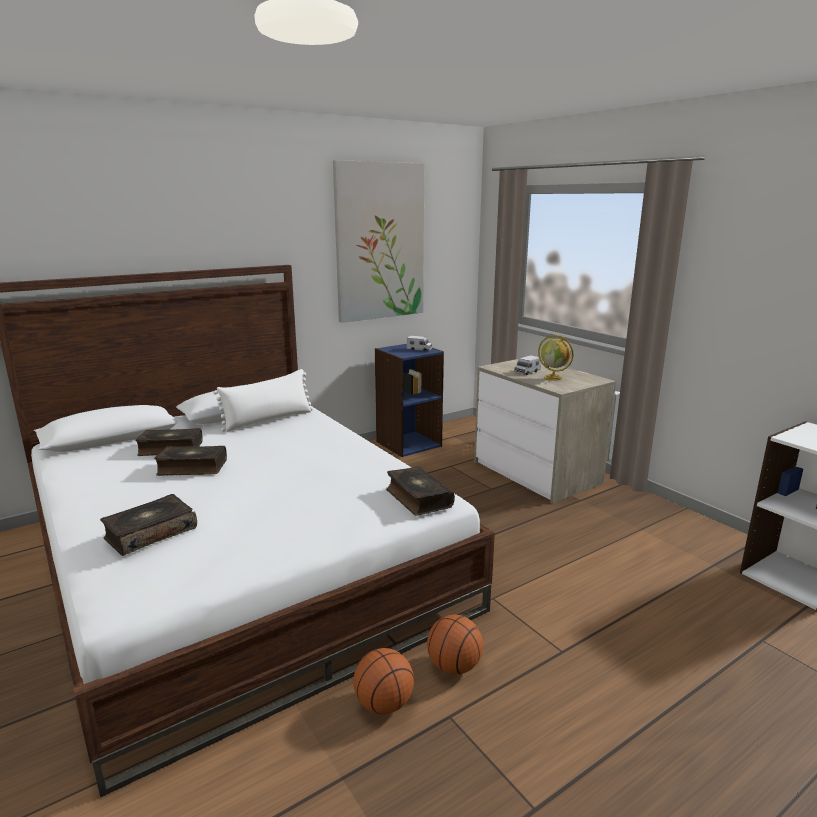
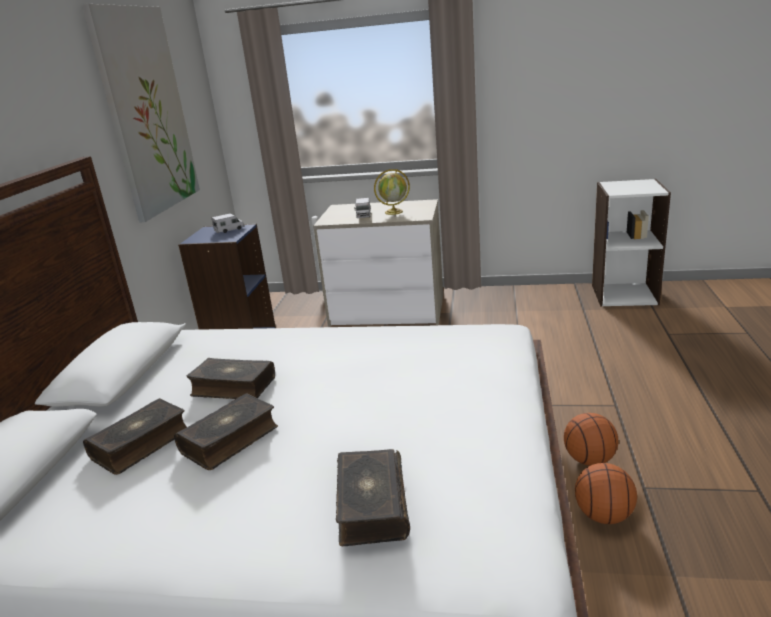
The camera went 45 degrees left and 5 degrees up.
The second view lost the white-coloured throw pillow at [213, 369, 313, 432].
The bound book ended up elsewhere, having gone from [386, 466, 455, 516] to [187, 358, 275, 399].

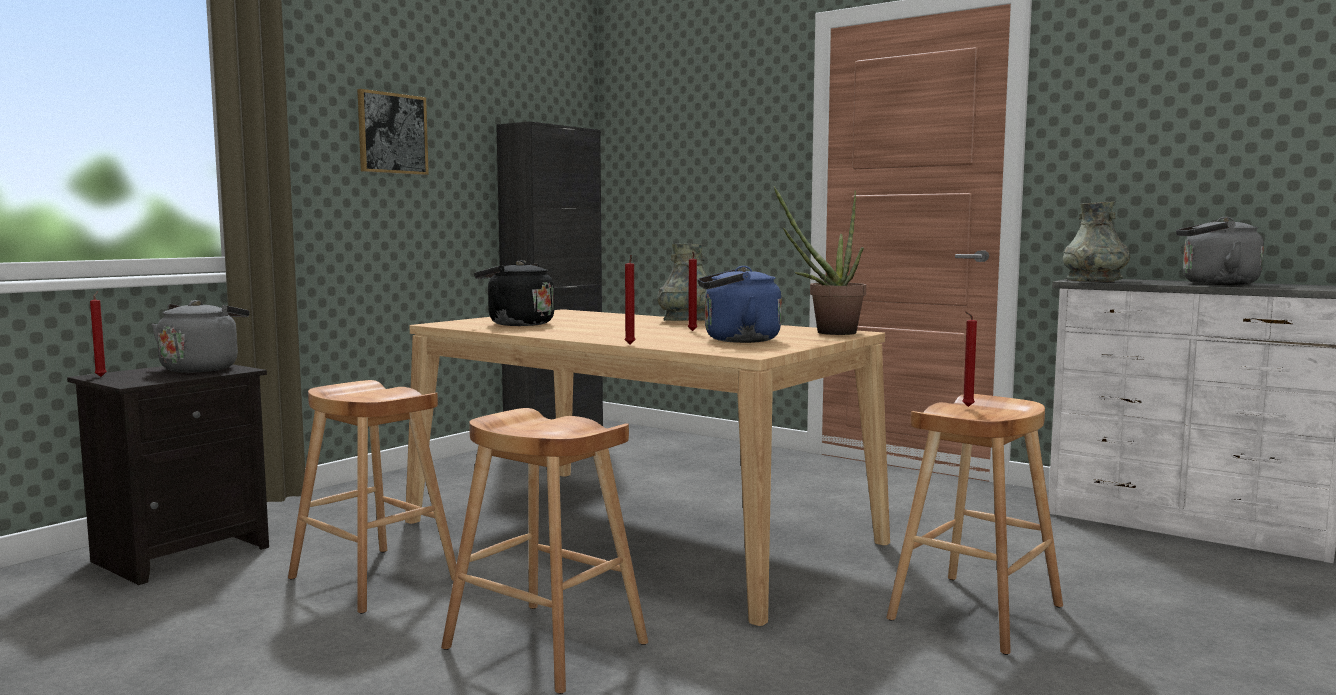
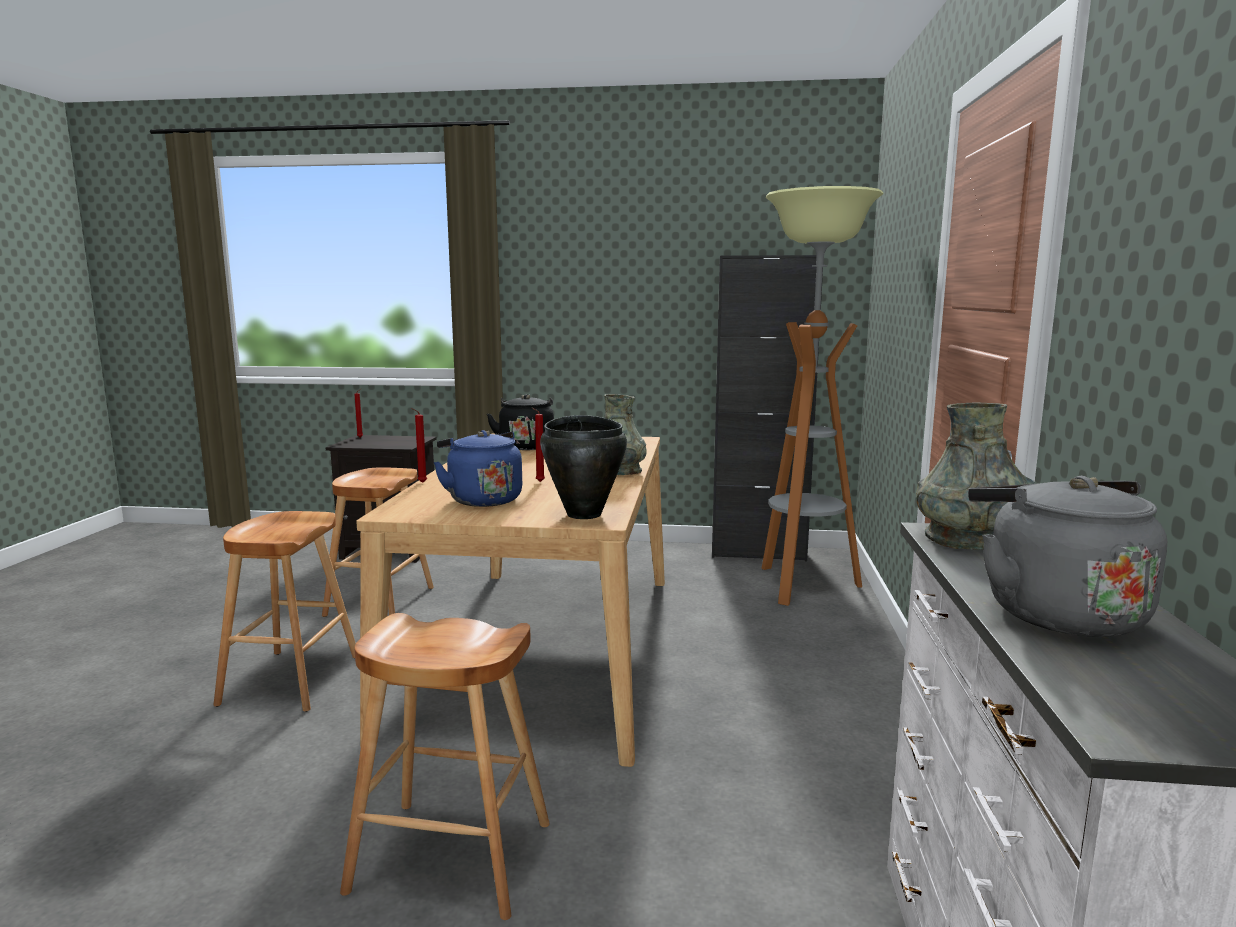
The camera went 60 degrees right and 5 degrees up.
The second view lost the gray kettle at [152, 300, 250, 373].
The second view lost the wall art at [357, 89, 429, 175].
Where the houseplant stood at [773, 186, 866, 335], the black saucepot came to stand at [540, 415, 627, 519].
The second view lost the reddish candle at [962, 311, 977, 407].
The second view gained the standing lamp at [761, 186, 884, 606].

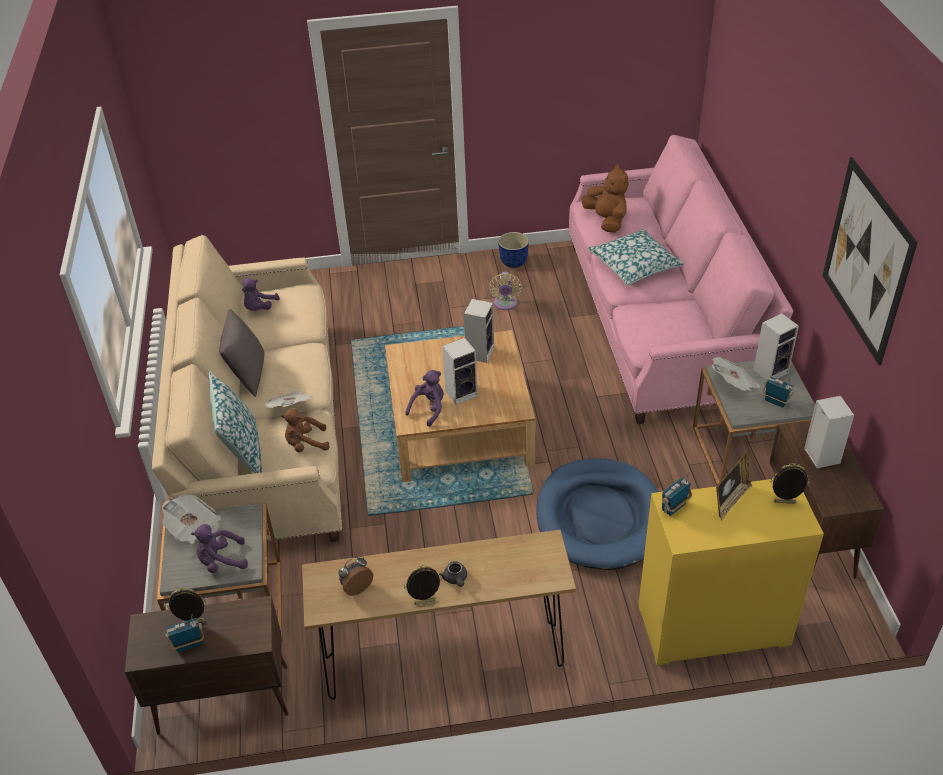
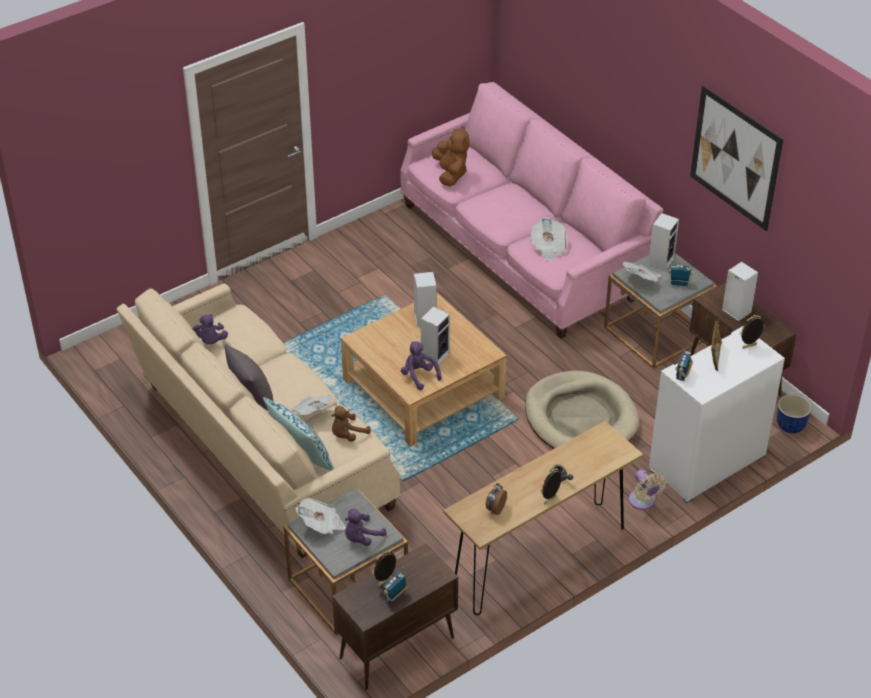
The camera went 30 degrees left and 0 degrees up.
The purple-coloured plush toy at [405, 370, 444, 427] ended up facing another way, 45 degrees counterclockwise from before.
The beige-coloured cooling fan ended up elsewhere, having gone from [489, 272, 522, 310] to [629, 470, 666, 510].
The plant pot ended up elsewhere, having gone from [498, 232, 529, 268] to [777, 394, 812, 434].
What was the bluish dog cushion at [536, 458, 659, 570] turned into the beige-coloured dog cushion at [525, 371, 639, 449].
The brown plush toy at [581, 164, 629, 233] ended up facing another way, 45 degrees clockwise from before.
The second view lost the throw pillow at [588, 229, 683, 285].
What was the yellow cupboard at [639, 477, 824, 666] turned into the white-coloured cupboard at [649, 326, 785, 503].
The second view gained the printed paper at [530, 217, 567, 261].

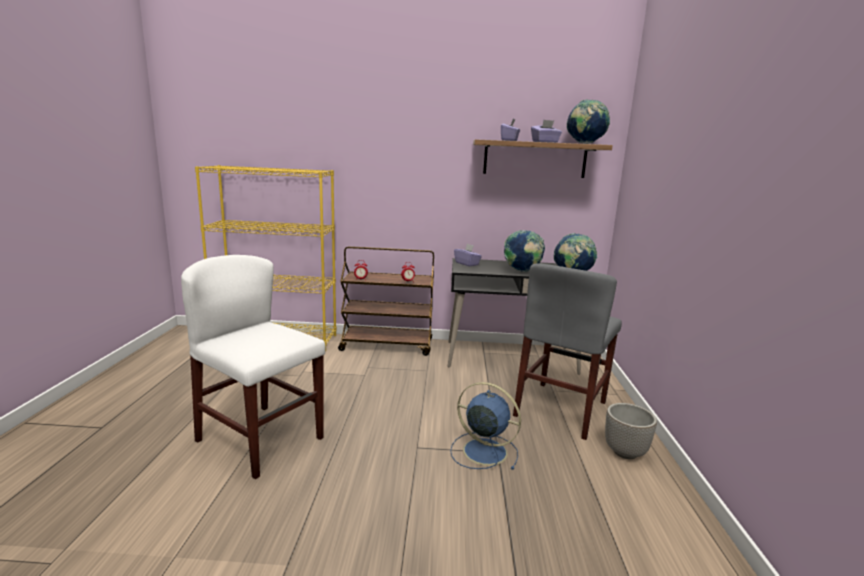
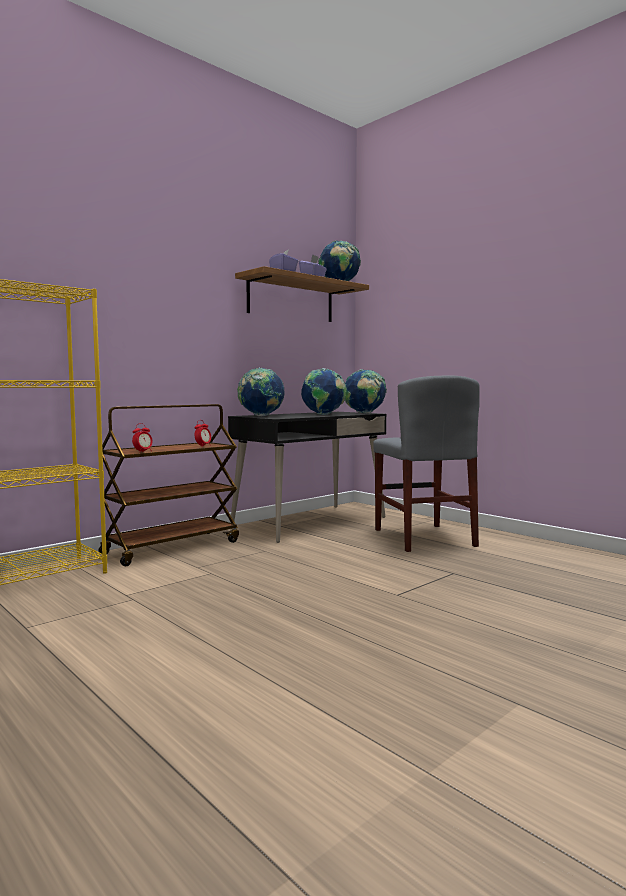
The camera went 45 degrees left and 10 degrees down.
The second view lost the white-coloured chair at [181, 255, 325, 479].
The second view lost the bluish cooling fan at [450, 382, 521, 470].
Where the purple-coloured tissue box stood at [454, 244, 482, 266], the world globe came to stand at [237, 368, 285, 416].
The second view lost the plant pot at [605, 403, 657, 459].

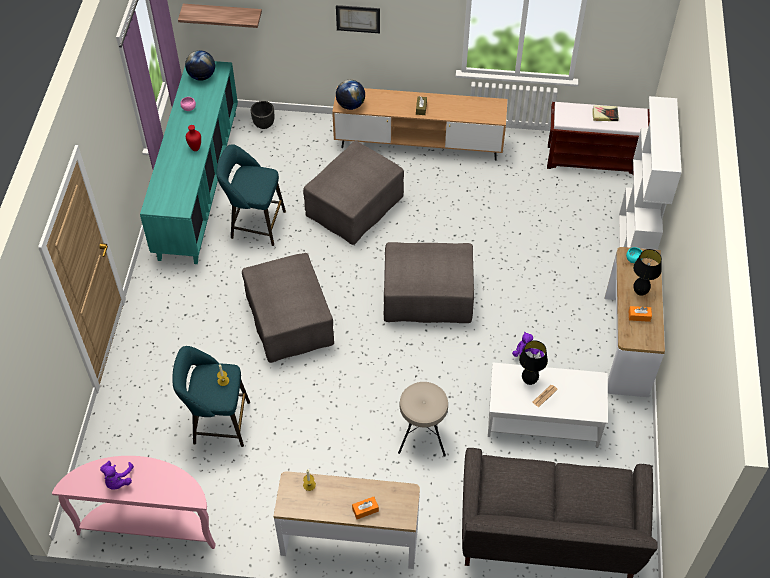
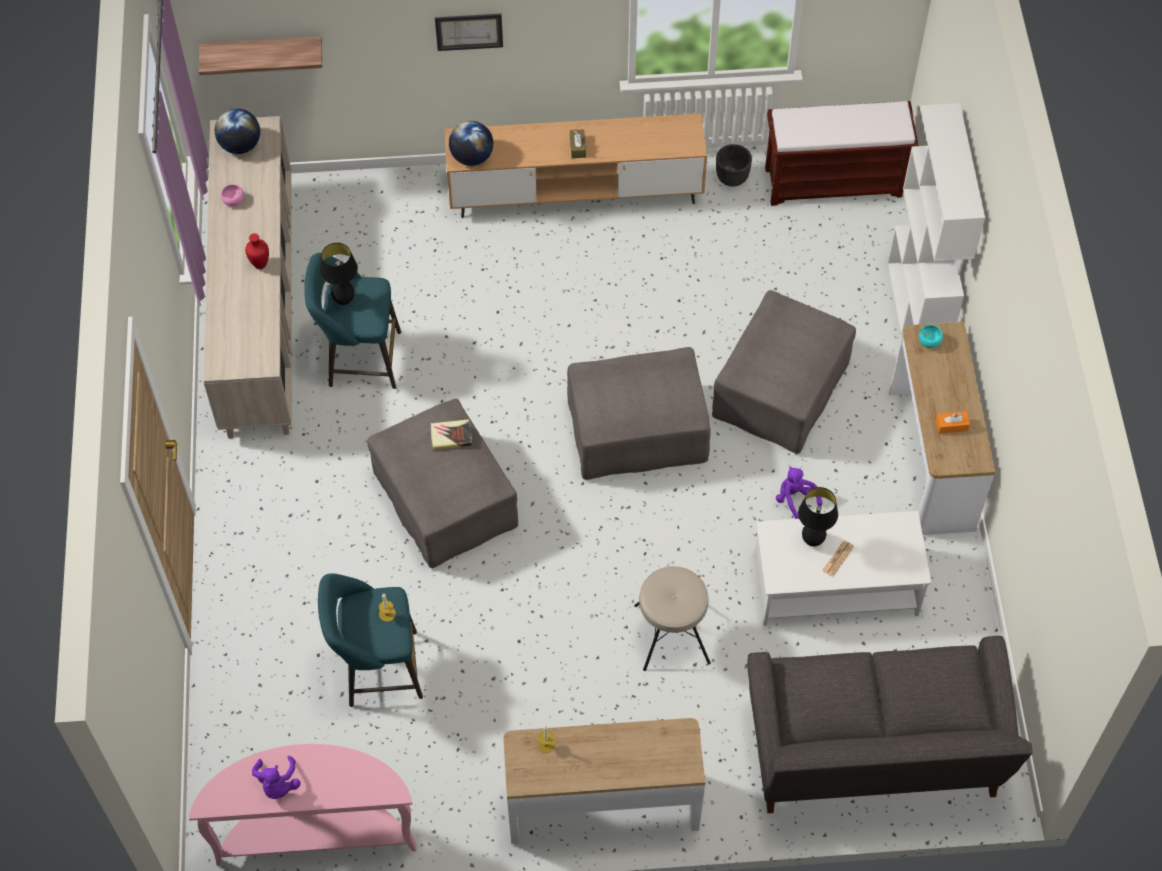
The camera went 10 degrees left and 5 degrees up.
What was the blue-green cupboard at [140, 61, 238, 264] turned into the beige-coloured cupboard at [204, 116, 292, 439].
The black plant pot ended up elsewhere, having gone from [251, 101, 274, 129] to [716, 144, 752, 187].
The gray footrest ended up elsewhere, having gone from [303, 141, 404, 245] to [712, 290, 856, 454].
The second view lost the orange tissue box at [352, 497, 379, 519].
The bound book ended up elsewhere, having gone from [593, 105, 619, 121] to [430, 419, 472, 451].
The black lamp for a table ended up elsewhere, having gone from [633, 249, 662, 296] to [320, 243, 358, 305].

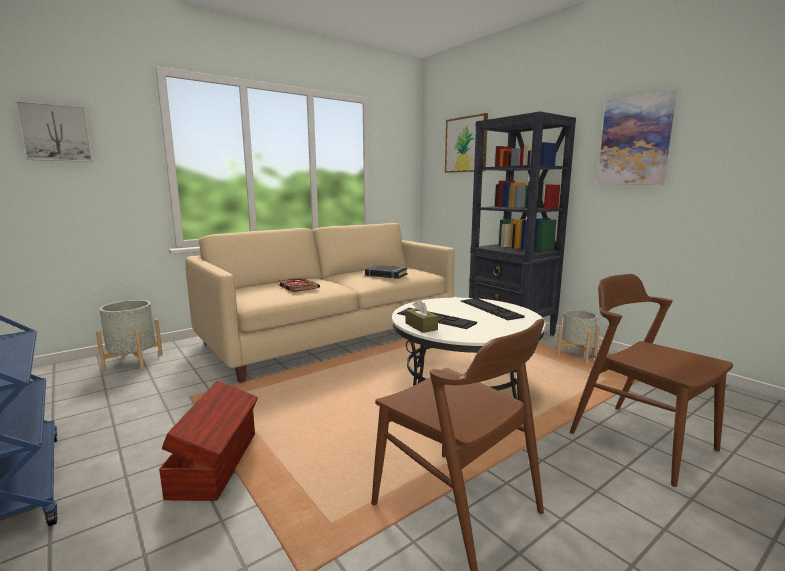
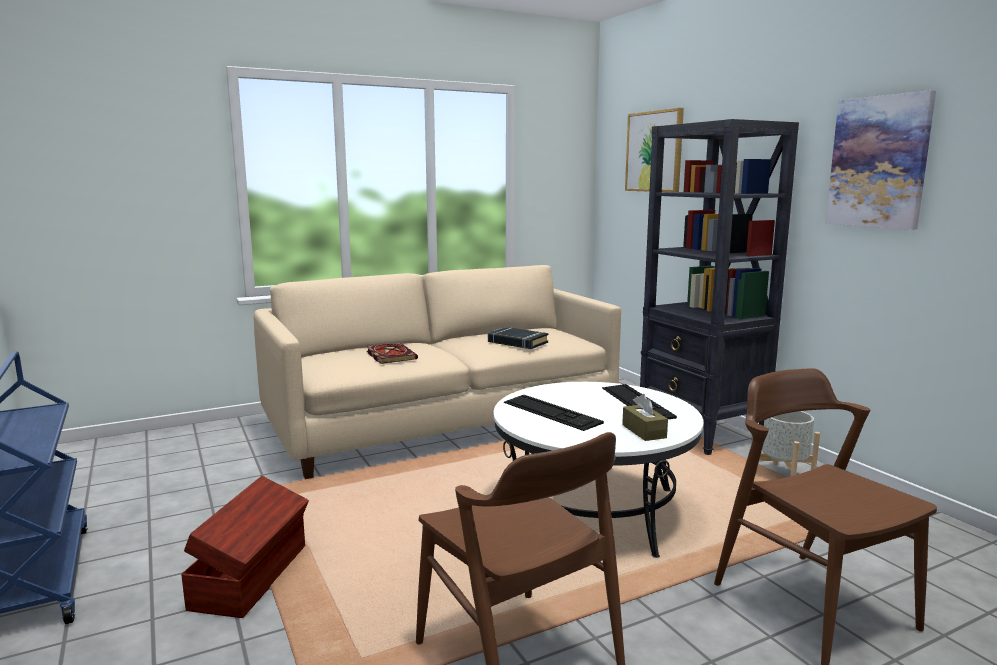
The camera went 10 degrees right and 0 degrees up.
The second view lost the wall art at [15, 101, 93, 162].
The second view lost the gray plant pot at [96, 300, 163, 371].
The brown tissue box ended up elsewhere, having gone from [406, 299, 438, 333] to [622, 394, 668, 441].

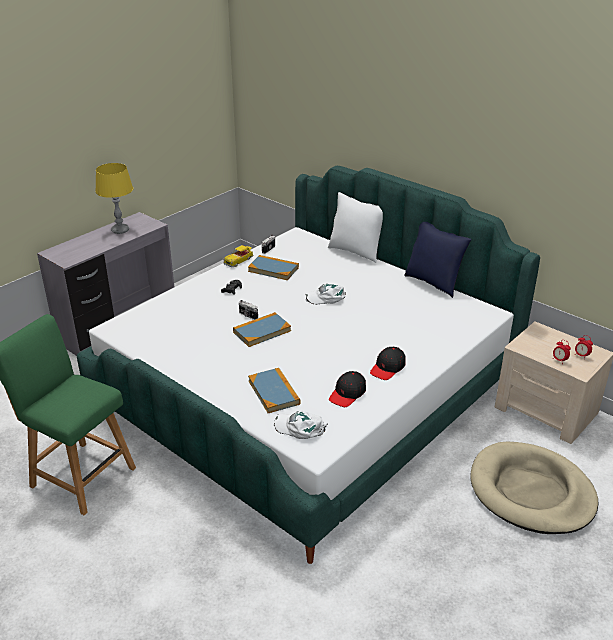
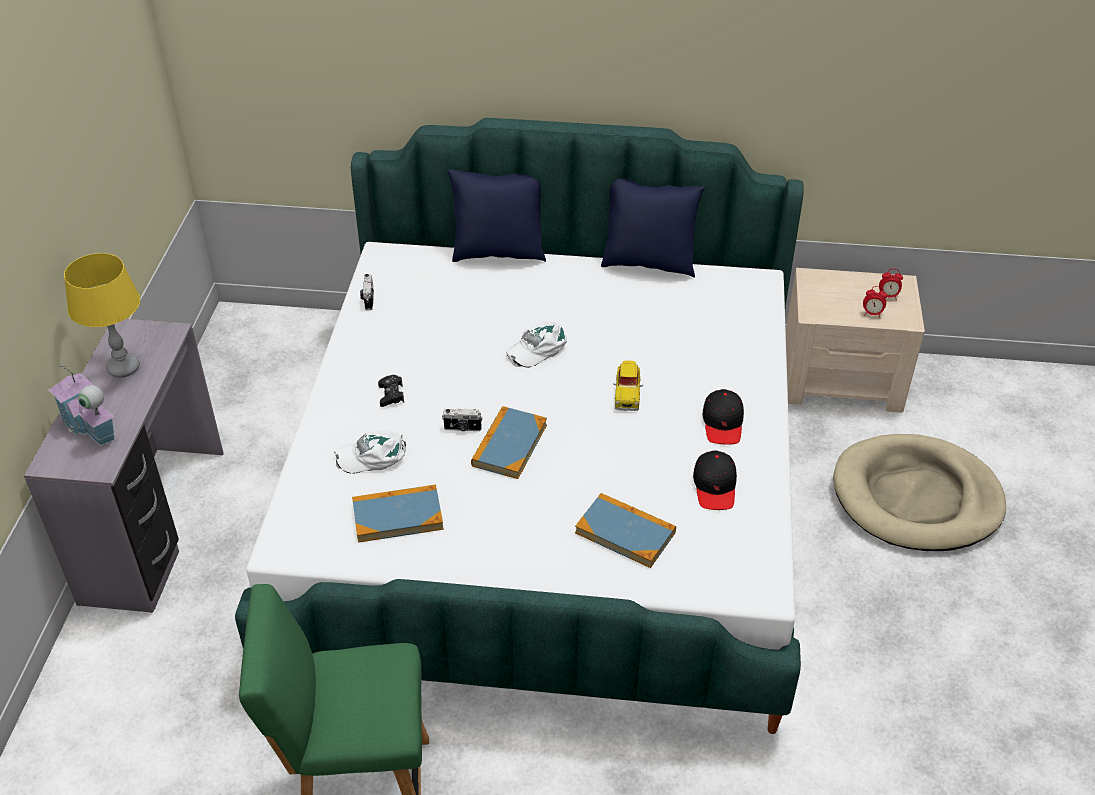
The camera went 35 degrees left and 10 degrees up.
The miniature car ended up elsewhere, having gone from [223, 245, 253, 267] to [613, 360, 643, 411].
The bound book ended up elsewhere, having gone from [248, 255, 299, 280] to [352, 485, 444, 543].
The white-coloured peaked cap ended up elsewhere, having gone from [274, 410, 328, 439] to [334, 430, 406, 474].
What was the white-coloured throw pillow at [328, 192, 383, 263] turned into the bluish throw pillow at [448, 169, 546, 262].
The second view gained the toy house at [48, 363, 115, 446].

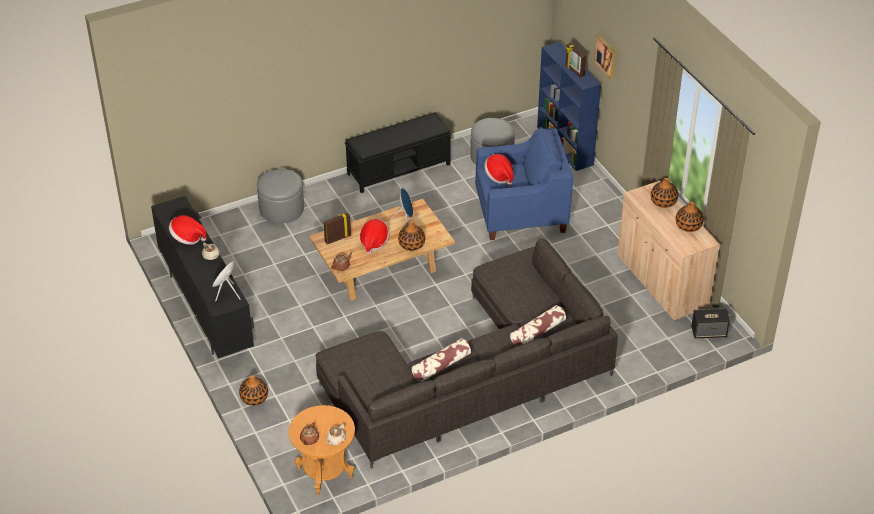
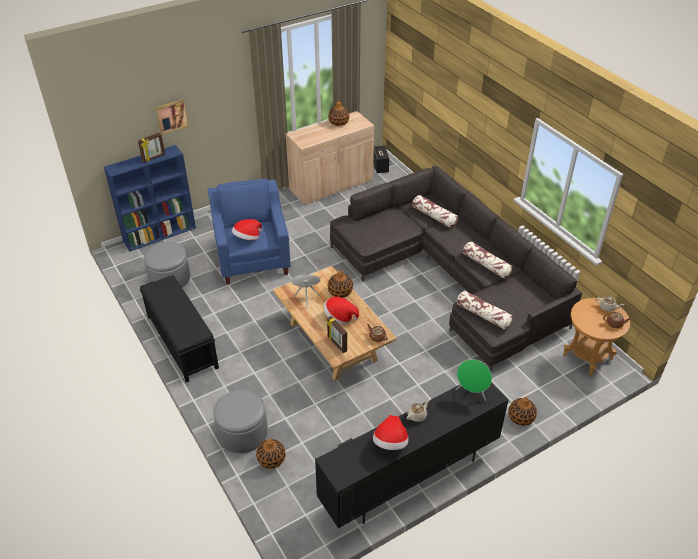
The camera went 95 degrees left and 0 degrees up.
The decorative vase ended up elsewhere, having gone from [651, 178, 678, 208] to [256, 439, 286, 469].
The second view gained the throw pillow at [457, 291, 513, 330].

